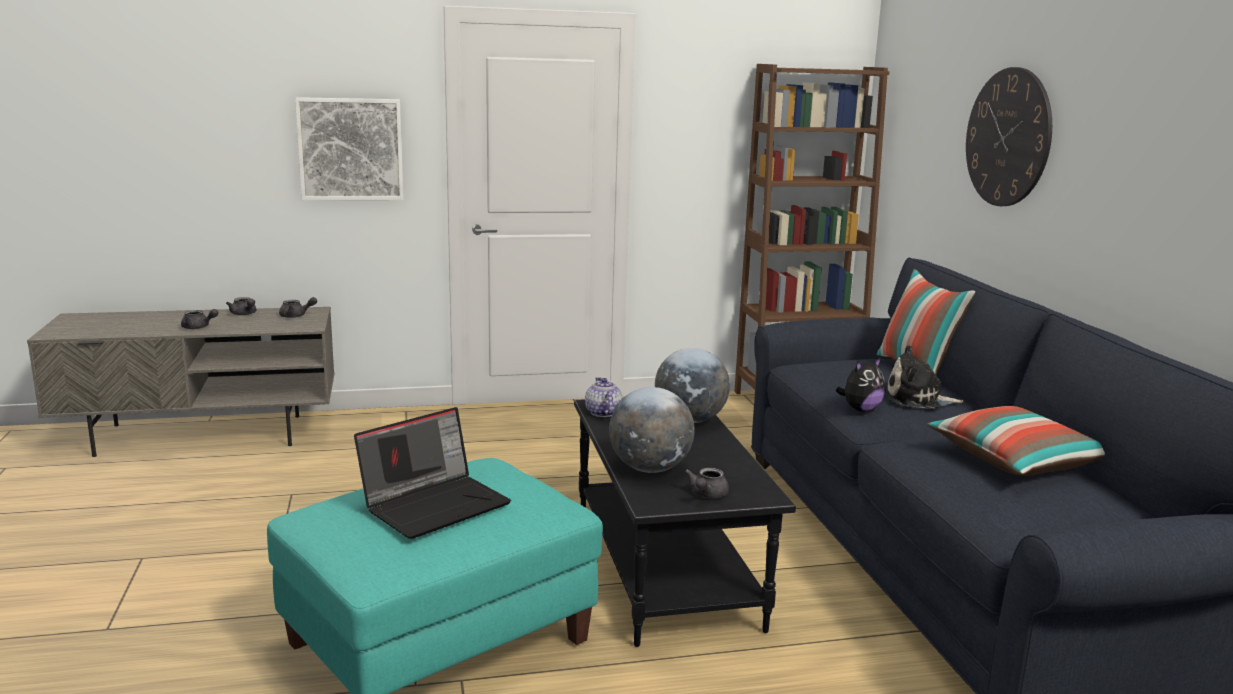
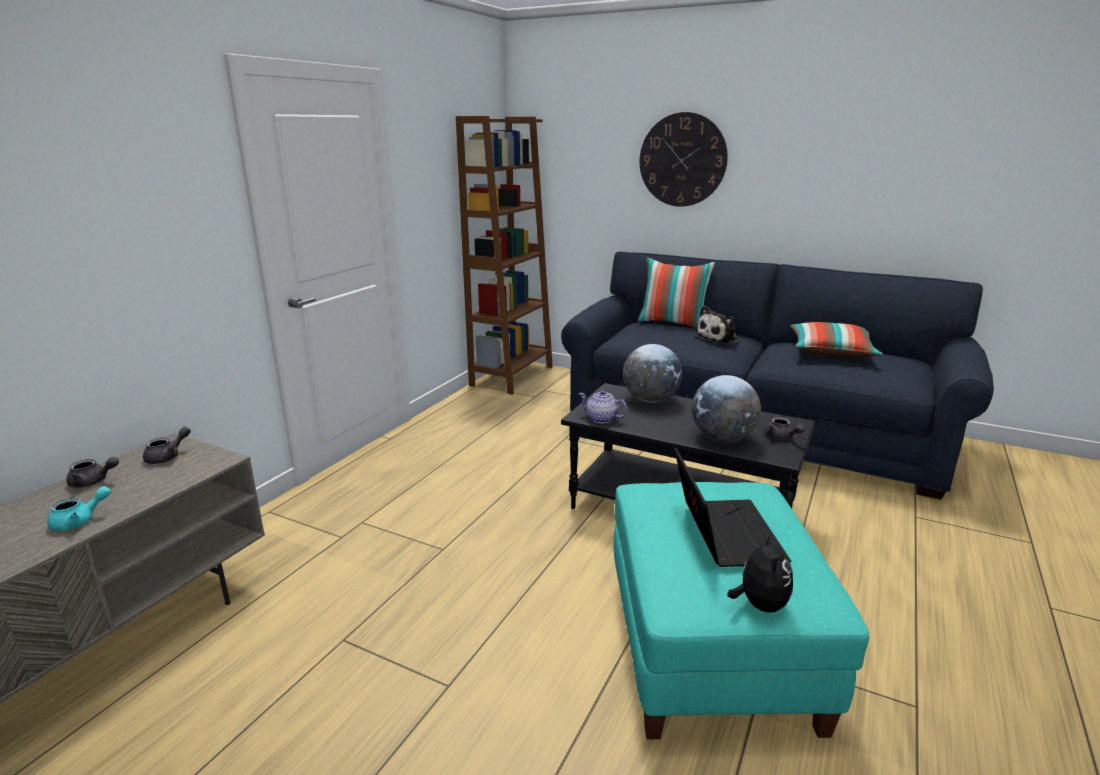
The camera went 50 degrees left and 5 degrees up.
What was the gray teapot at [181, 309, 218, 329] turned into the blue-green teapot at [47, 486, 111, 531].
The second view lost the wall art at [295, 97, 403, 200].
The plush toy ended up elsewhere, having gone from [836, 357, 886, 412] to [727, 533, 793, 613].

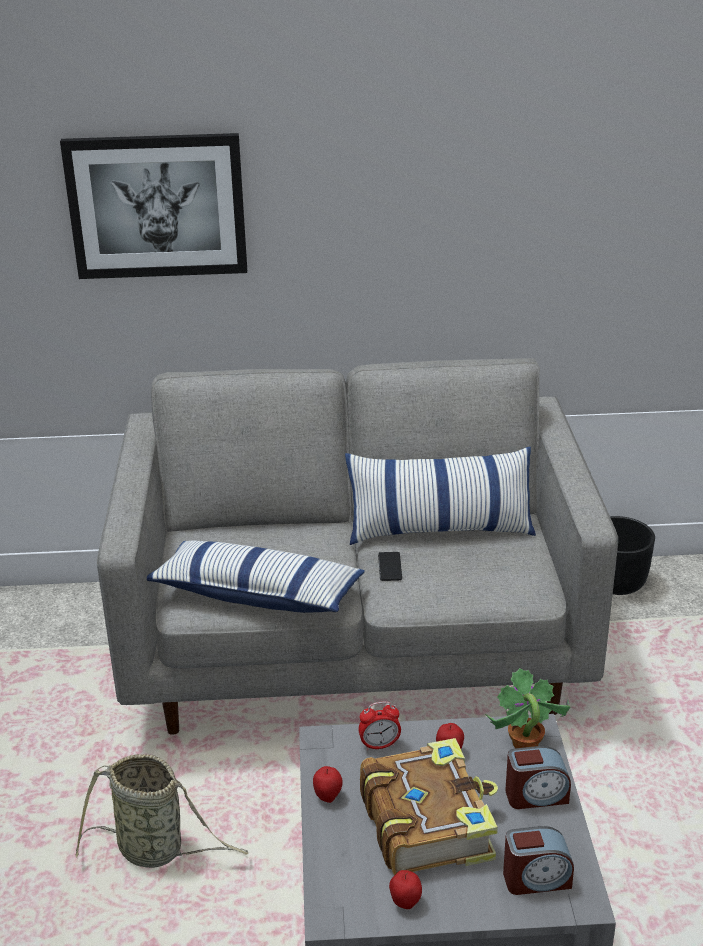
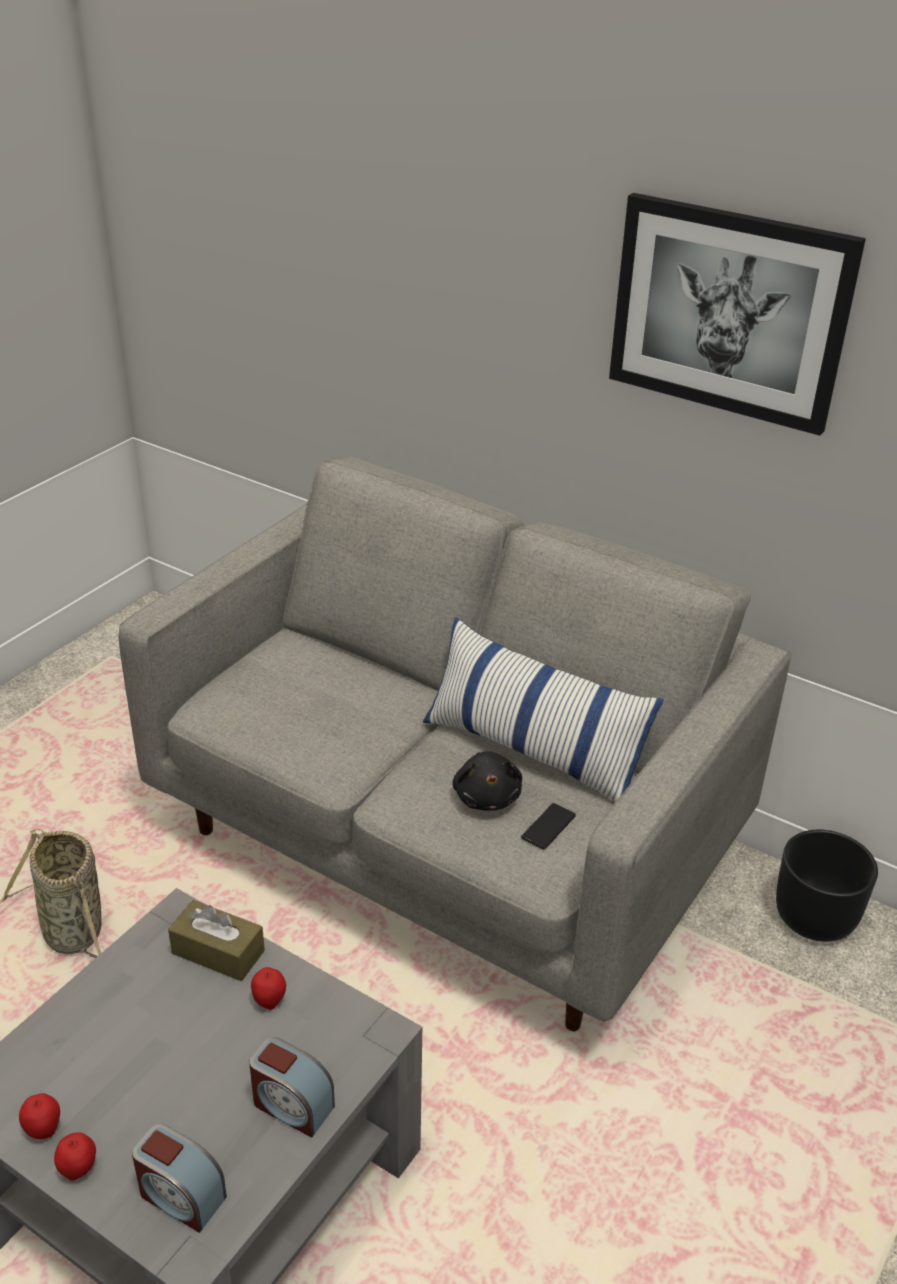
The camera went 35 degrees right and 5 degrees up.
The wall art ended up elsewhere, having gone from [60, 133, 247, 279] to [609, 193, 866, 436].
The second view lost the throw pillow at [147, 541, 365, 613].
The apple ended up elsewhere, having gone from [313, 766, 343, 803] to [54, 1132, 96, 1181].
Where the table clock stood at [358, 701, 401, 750], the brown tissue box came to stand at [168, 900, 265, 981].
The second view lost the bound book at [360, 738, 498, 875].
The phone ended up elsewhere, having gone from [378, 552, 402, 581] to [521, 803, 576, 849].
The second view lost the houseplant at [485, 668, 571, 748].
The second view gained the black plush toy at [452, 751, 522, 811].

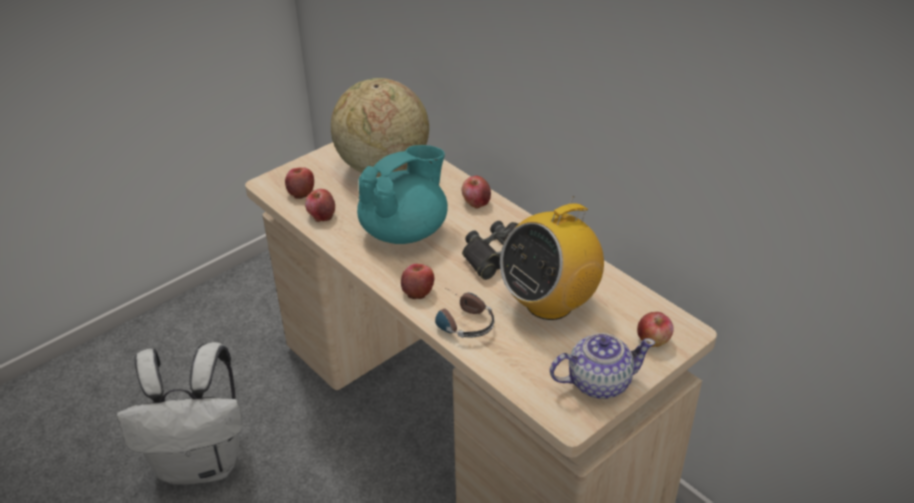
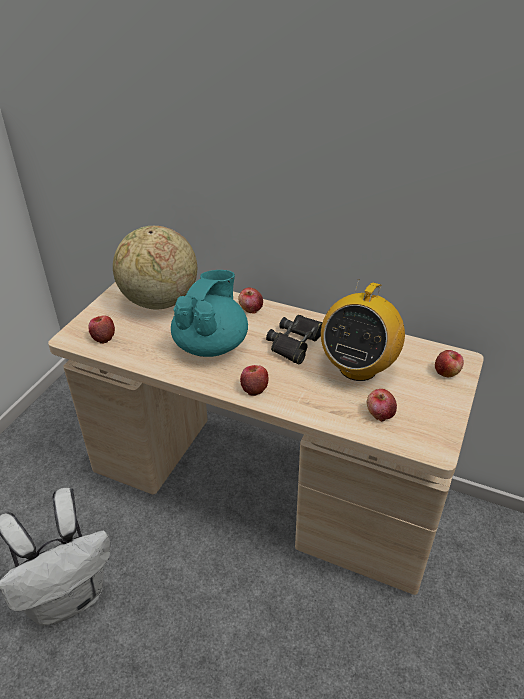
The camera went 25 degrees left and 0 degrees up.
The apple ended up elsewhere, having gone from [305, 189, 335, 222] to [367, 389, 397, 422].
The second view lost the pair of headphones at [435, 287, 495, 338].
The second view lost the teapot at [550, 333, 655, 399].

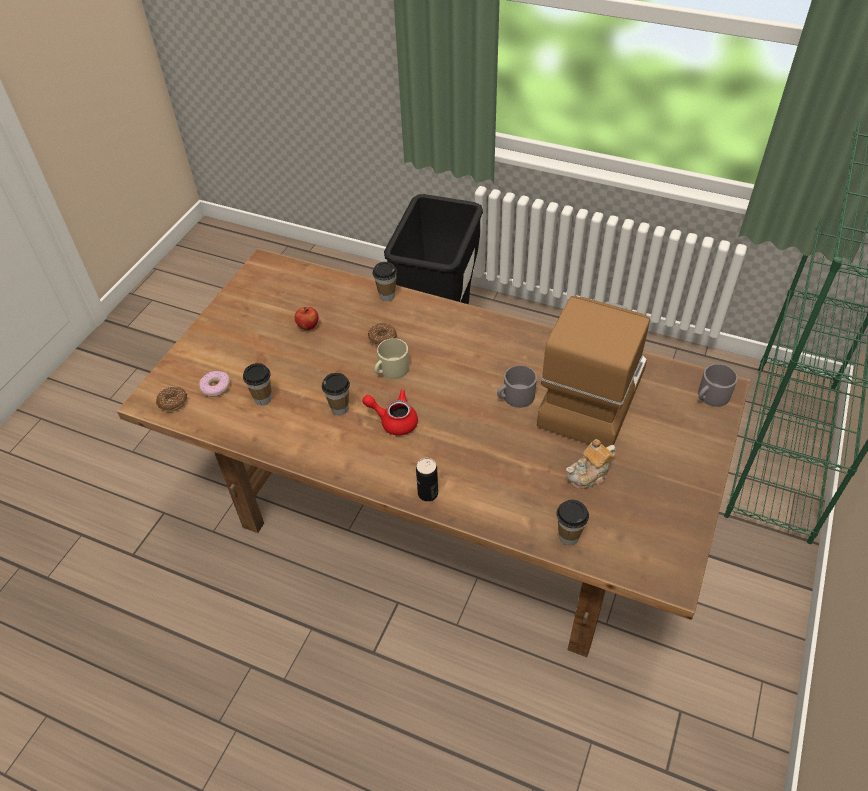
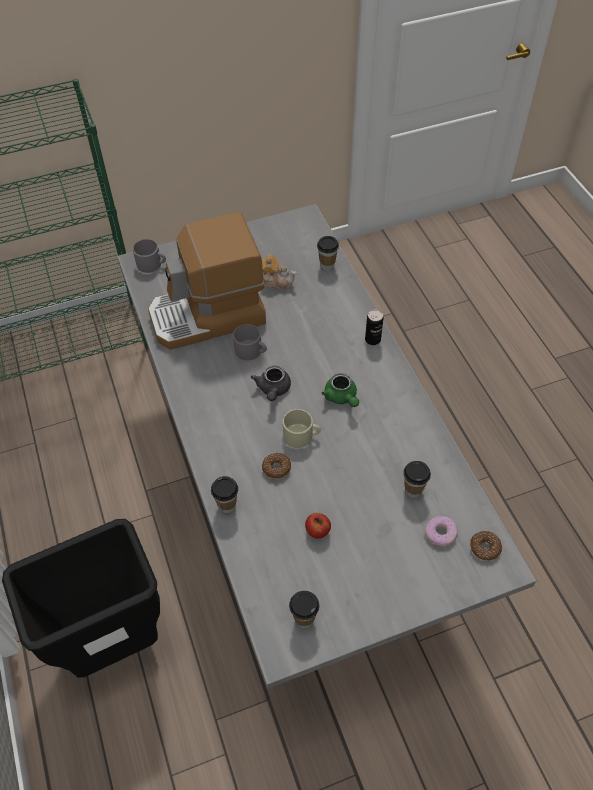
The camera went 135 degrees left and 5 degrees up.
What was the brown dinner table at [117, 248, 750, 657] turned into the gray dinner table at [117, 204, 537, 689].
The small cup ended up elsewhere, having gone from [322, 373, 350, 415] to [289, 591, 319, 628].
What was the reddish teapot at [362, 390, 418, 436] turned into the greenish teapot at [322, 373, 359, 407].
The second view gained the gray teapot at [251, 366, 291, 401].

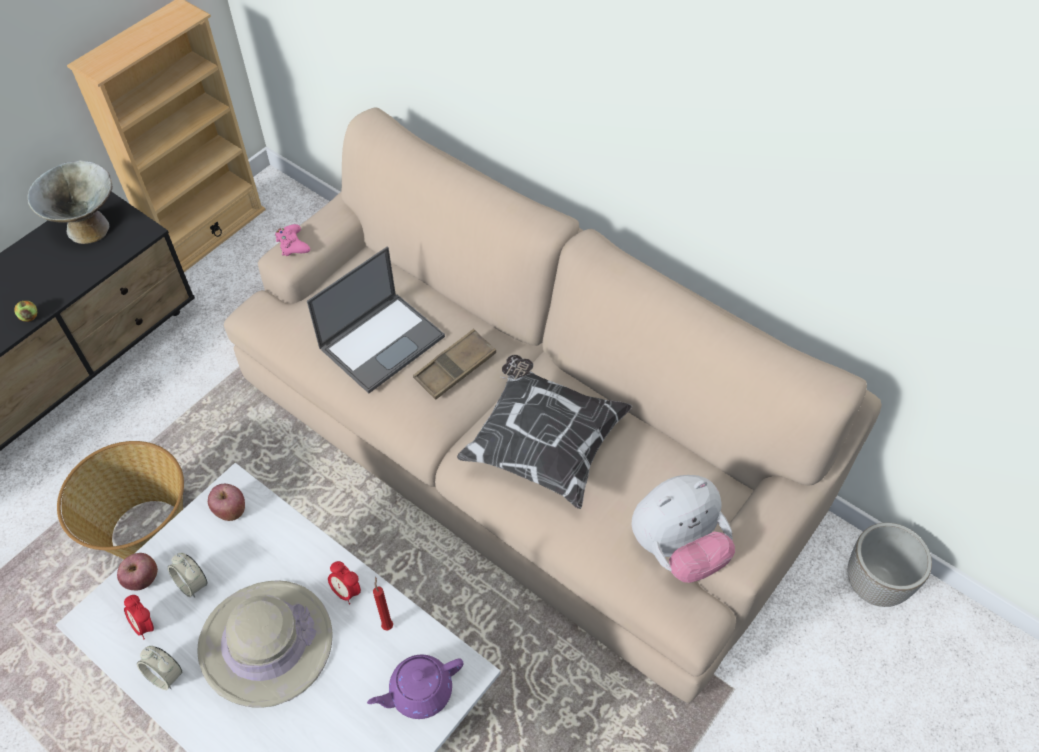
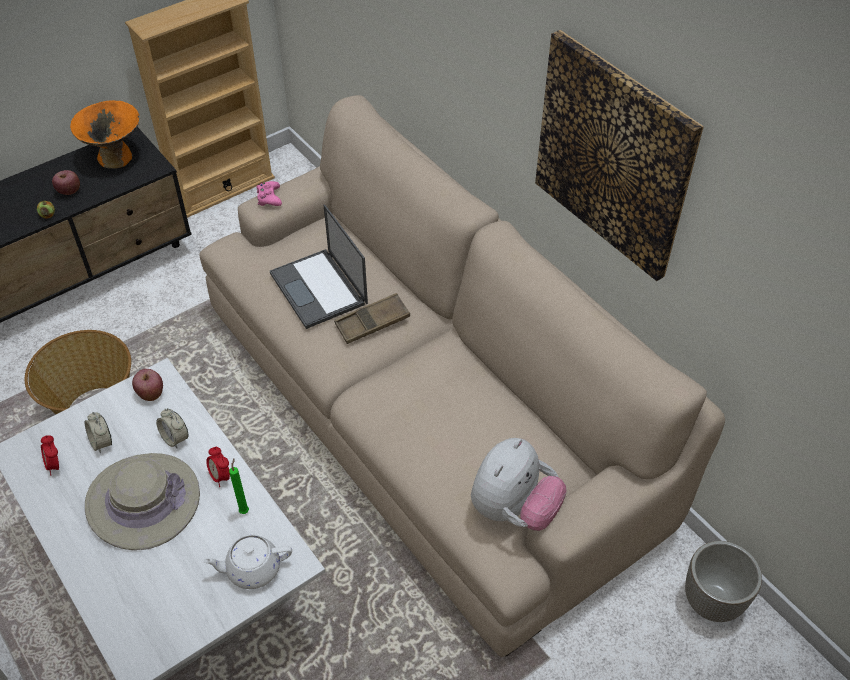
The camera went 15 degrees right and 5 degrees down.
What was the gray bowl at [27, 160, 113, 244] turned into the orange bowl at [70, 100, 139, 169].
The apple ended up elsewhere, having gone from [117, 553, 158, 590] to [52, 170, 80, 195].
The table clock ended up elsewhere, having gone from [137, 646, 182, 690] to [156, 408, 188, 448].
The notebook computer at [307, 246, 445, 393] ended up facing another way, 90 degrees clockwise from before.
What was the purple-coloured teapot at [367, 655, 463, 719] turned into the white-coloured teapot at [202, 535, 292, 589].
What was the reddish candle at [373, 577, 393, 631] turned into the greenish candle at [229, 458, 249, 514].
The second view lost the throw pillow at [457, 355, 632, 509].
The plush toy at [631, 475, 735, 583] ended up facing another way, 45 degrees counterclockwise from before.
The second view gained the wall art at [535, 30, 704, 281].

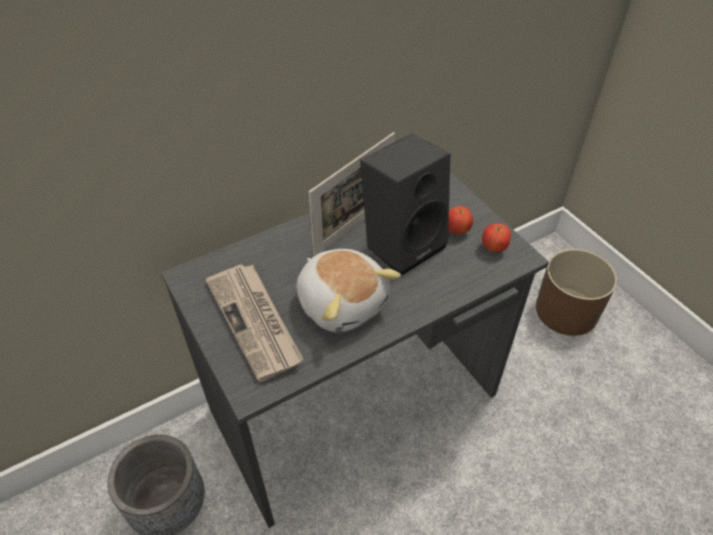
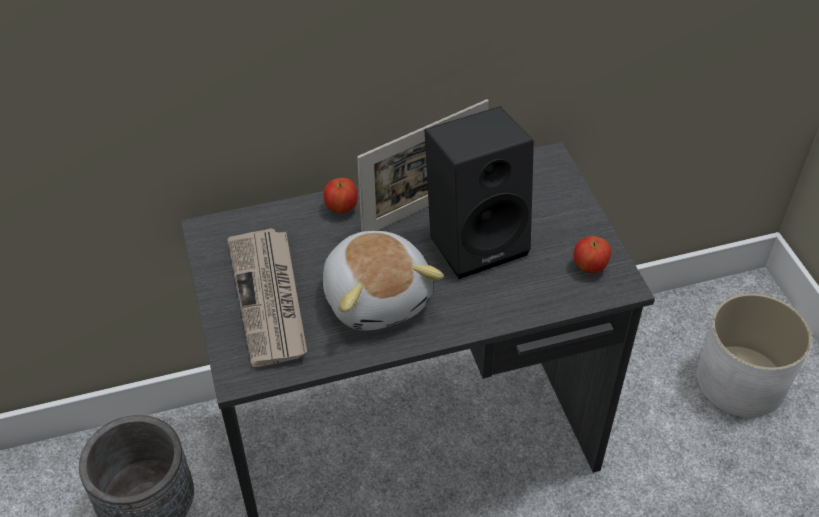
The camera went 15 degrees right and 0 degrees up.
The apple ended up elsewhere, having gone from [448, 206, 473, 235] to [324, 178, 358, 213].
What was the brown plant pot at [536, 249, 617, 336] turned into the white-coloured plant pot at [697, 293, 811, 417].

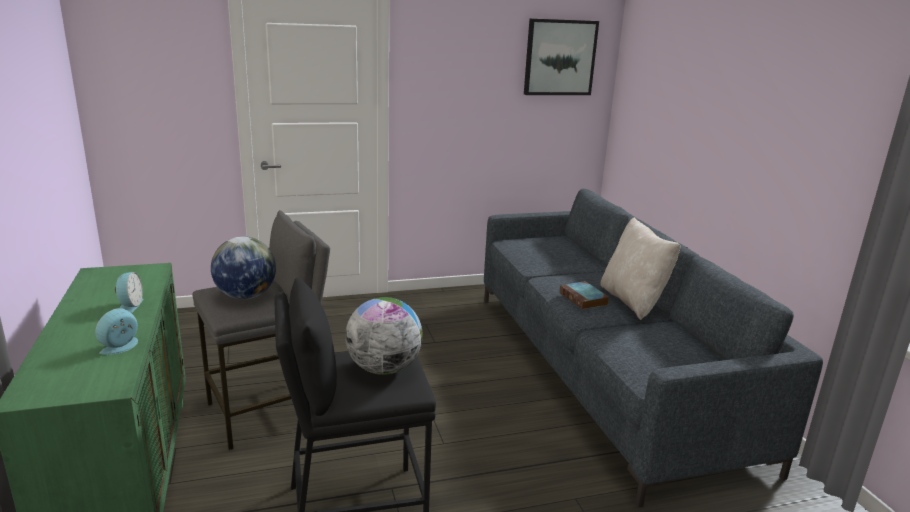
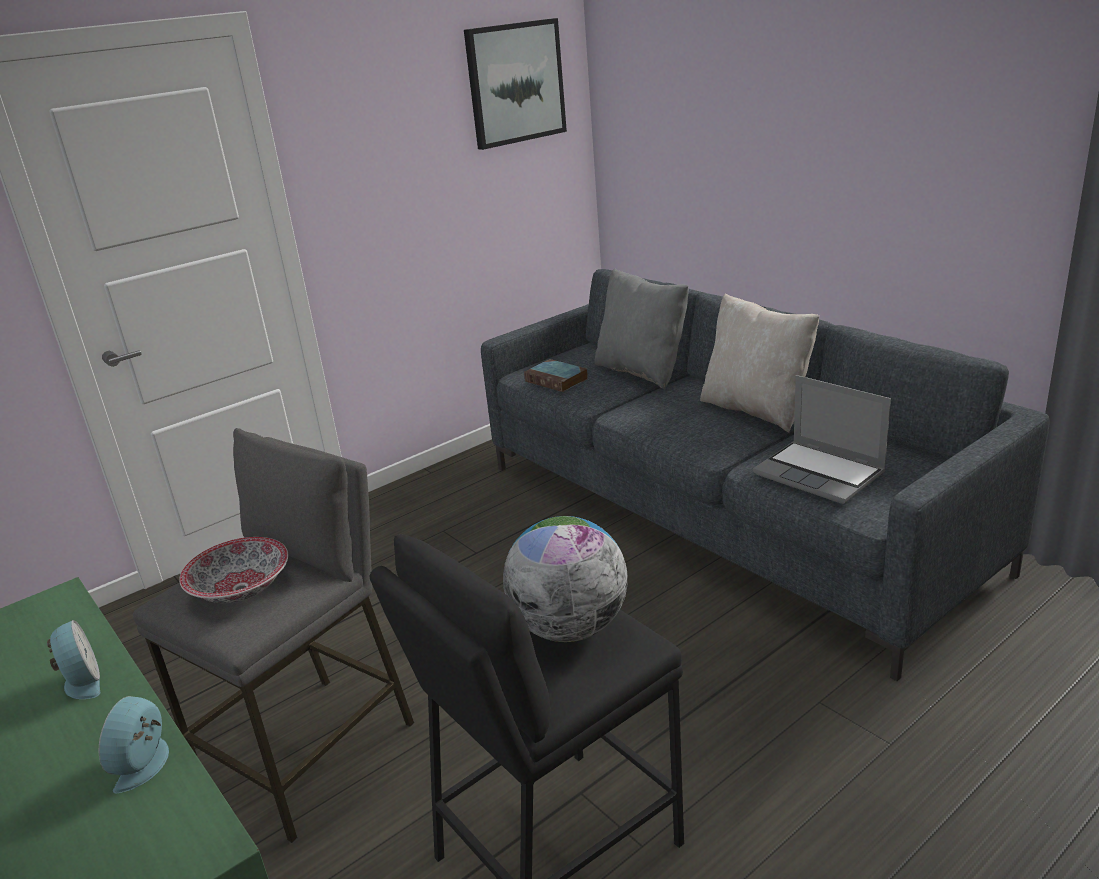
The camera went 20 degrees left and 5 degrees up.
Where the world globe stood at [211, 236, 276, 299], the bowl came to stand at [179, 537, 288, 603].
The bound book ended up elsewhere, having gone from [560, 281, 609, 310] to [524, 359, 588, 392].
The second view gained the gray throw pillow at [595, 268, 689, 389].
The second view gained the notebook computer at [753, 375, 891, 504].

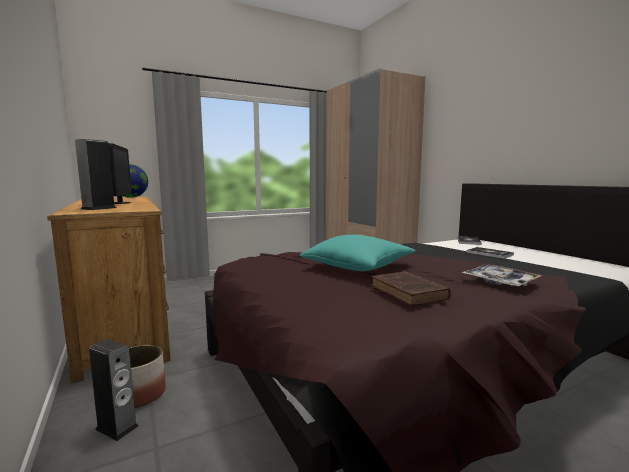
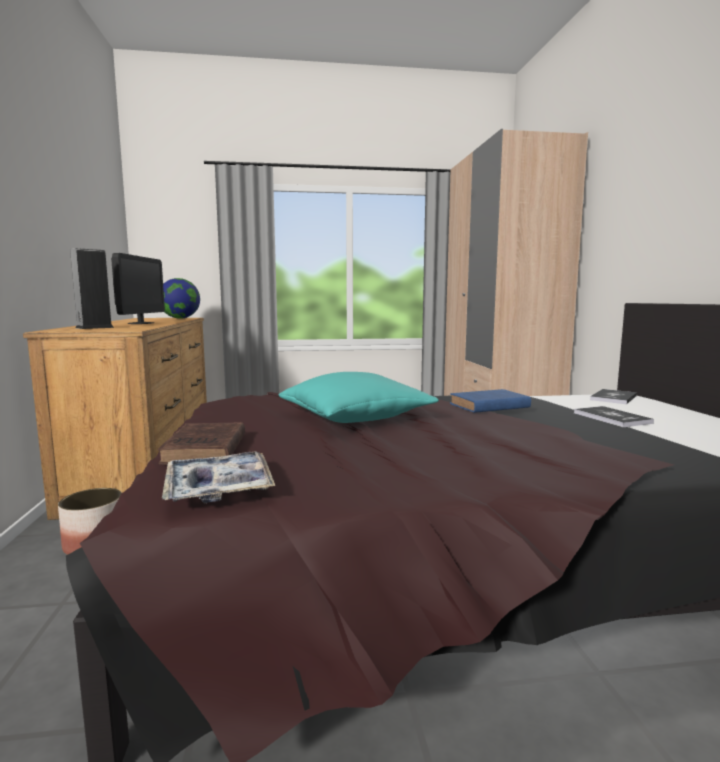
The camera went 20 degrees right and 0 degrees up.
The second view lost the audio speaker at [89, 339, 139, 441].
The brown bound book ended up elsewhere, having gone from [371, 271, 451, 306] to [157, 422, 245, 465].
The tray ended up elsewhere, having gone from [462, 264, 542, 287] to [162, 451, 275, 503].
The second view gained the bluish bound book at [450, 389, 531, 413].

